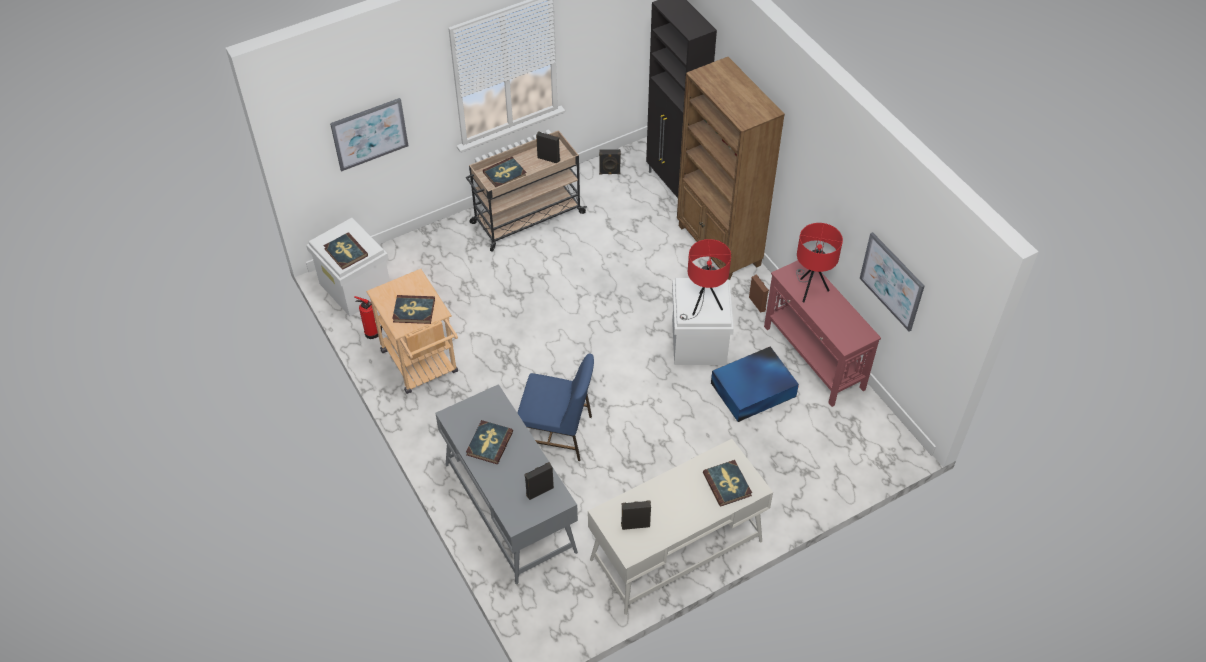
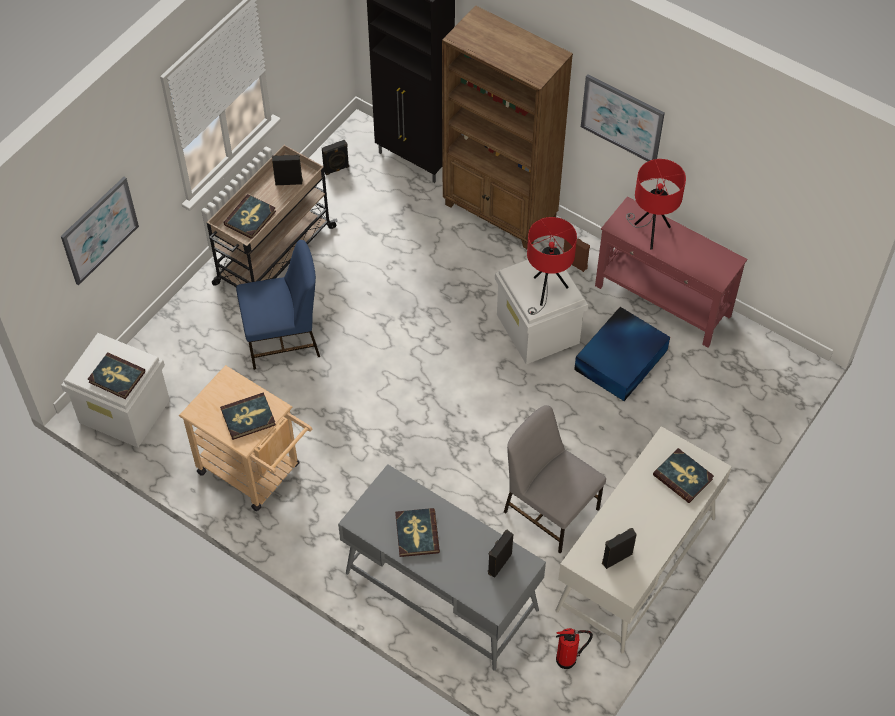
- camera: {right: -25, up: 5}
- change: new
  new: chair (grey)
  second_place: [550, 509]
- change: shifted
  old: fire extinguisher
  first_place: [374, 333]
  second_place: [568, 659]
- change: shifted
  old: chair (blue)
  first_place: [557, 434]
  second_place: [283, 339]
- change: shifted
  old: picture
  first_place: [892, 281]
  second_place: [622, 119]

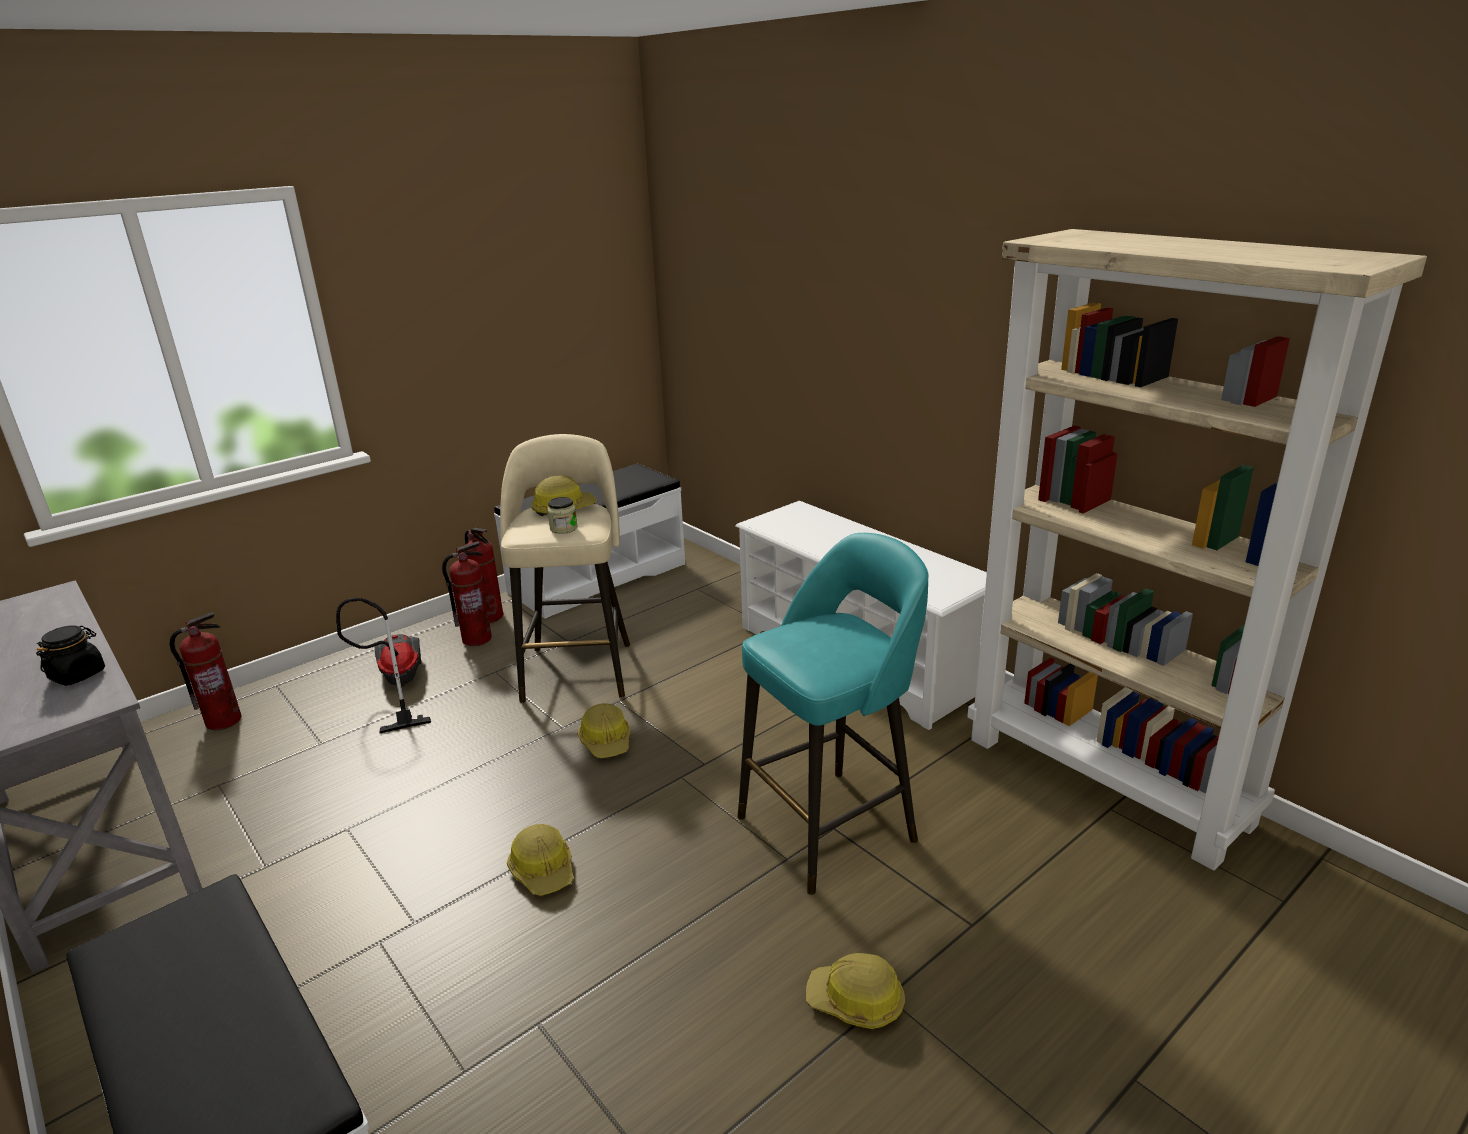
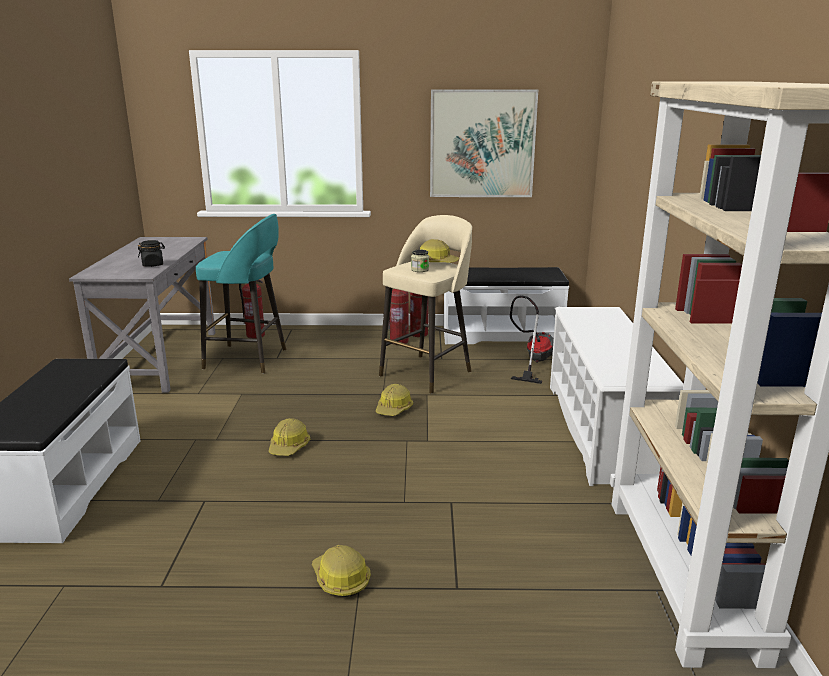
- camera: {right: 40, up: -5}
- change: new
  new: picture
  second_place: [482, 144]
- change: shifted
  old: vacuum cleaner
  first_place: [397, 686]
  second_place: [533, 361]
- change: shifted
  old: stool (turquoise)
  first_place: [831, 827]
  second_place: [248, 359]

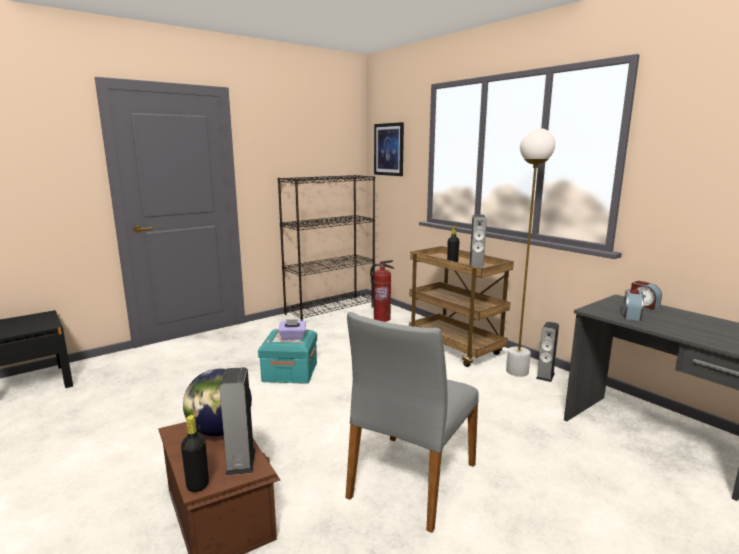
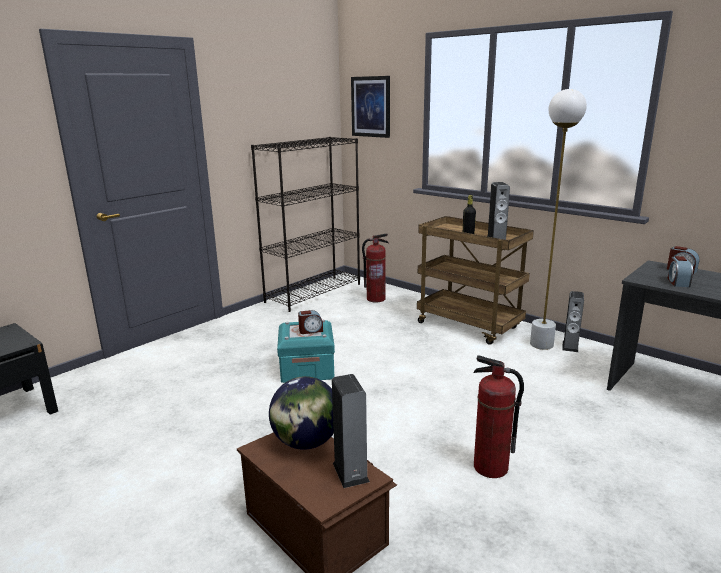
- camera: {right: -10, up: 5}
- change: gone
  old: bottle (black)
  first_place: [197, 485]
- change: swapped
  old: tissue box (purple)
  new: alarm clock
  first_place: [292, 337]
  second_place: [310, 330]
- change: swapped
  old: chair (grey)
  new: fire extinguisher
  first_place: [410, 480]
  second_place: [490, 467]

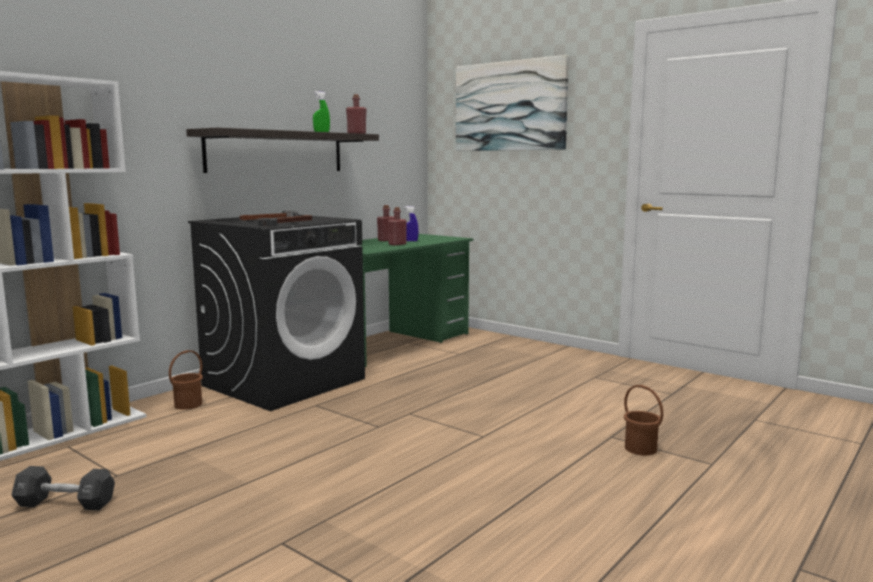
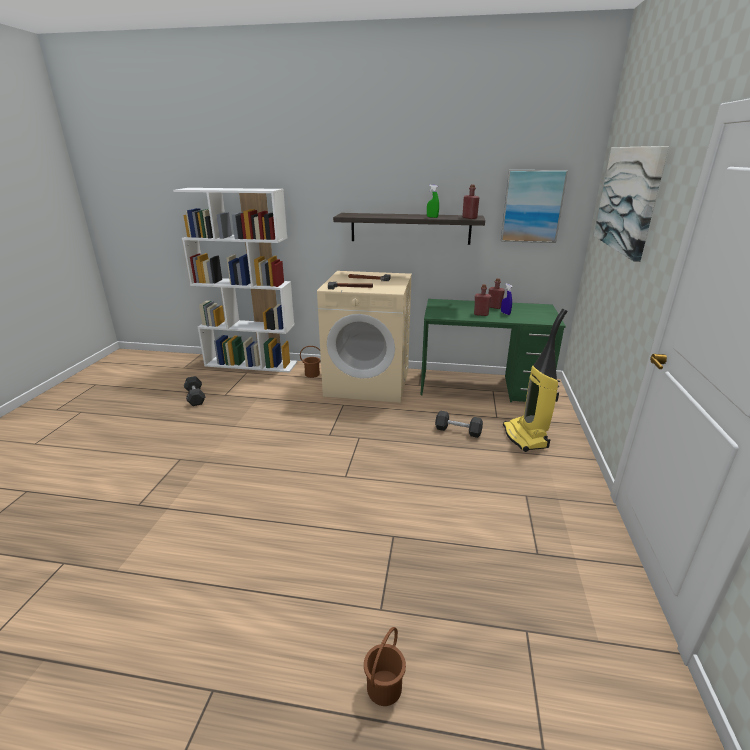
- camera: {right: 60, up: 15}
- change: new
  new: dumbbell (black)
  second_place: [458, 431]
- change: new
  new: picture
  second_place: [532, 206]
- change: new
  new: vacuum cleaner
  second_place: [526, 437]
- change: shifted
  old: bucket (brown)
  first_place: [640, 448]
  second_place: [385, 687]
- change: repainted
  old: washing machine (black)
  new: washing machine (beige)
  first_place: [284, 382]
  second_place: [368, 383]

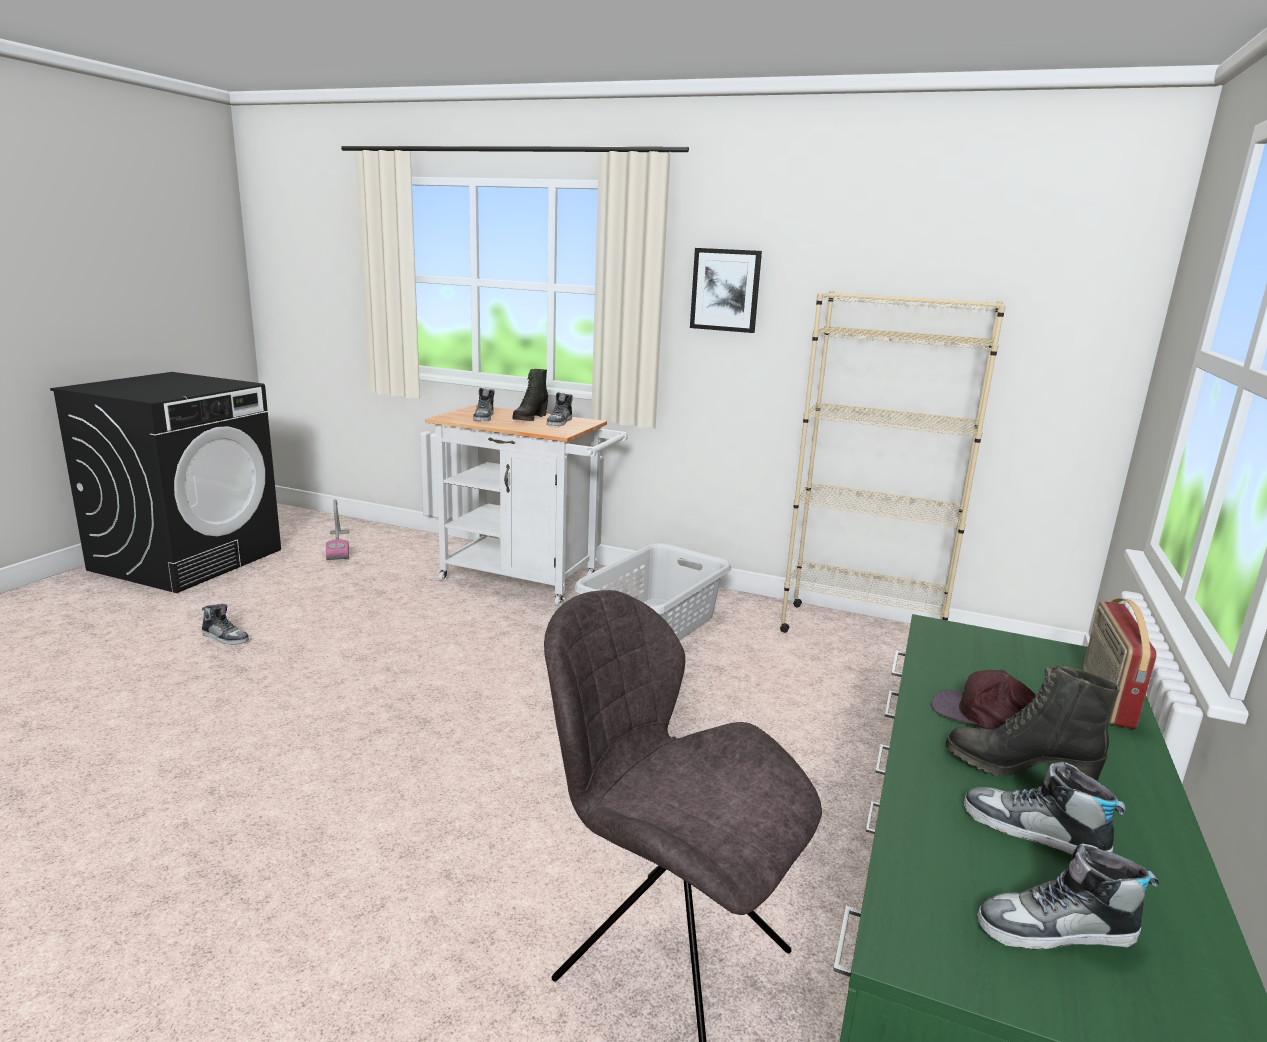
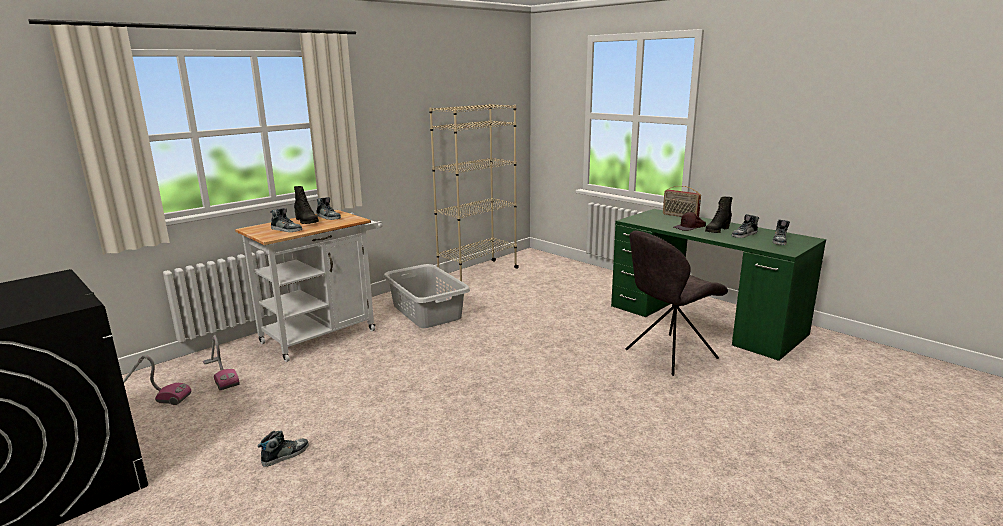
- camera: {right: -65, up: 0}
- change: gone
  old: picture
  first_place: [725, 290]
- change: new
  new: vacuum cleaner
  second_place: [220, 374]

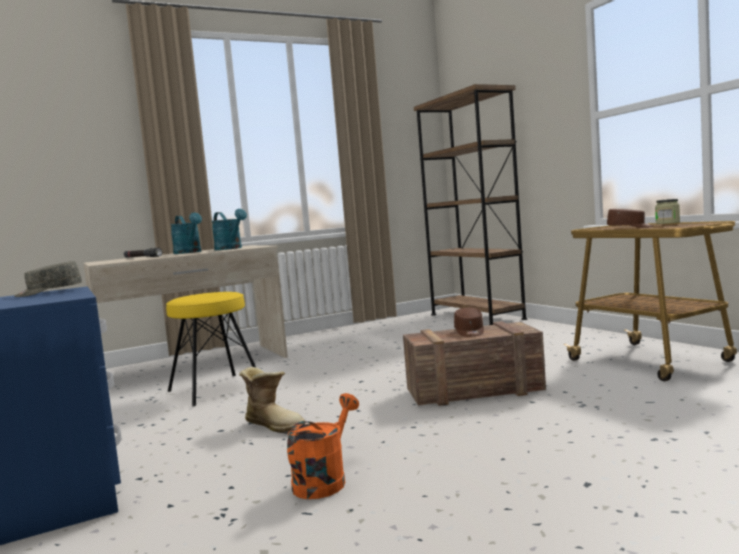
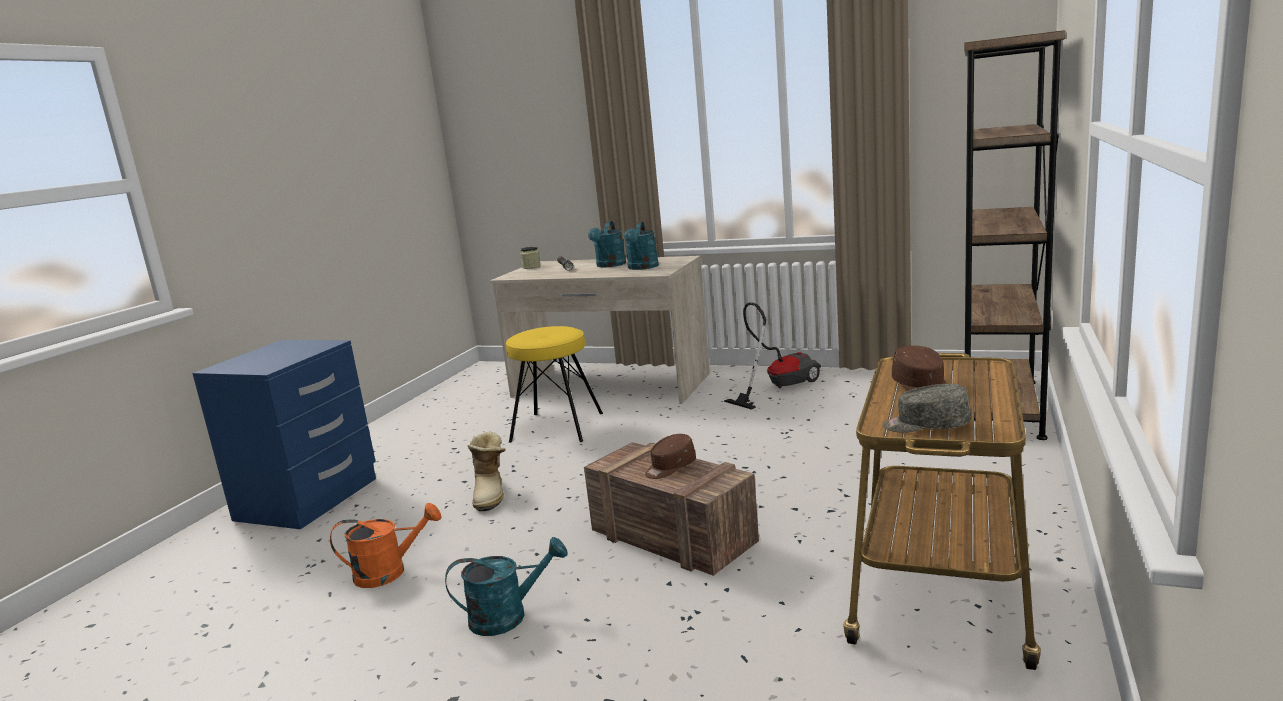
- camera: {right: 50, up: 10}
- change: new
  new: watering can (turquoise)
  second_place: [508, 616]
- change: new
  new: vacuum cleaner
  second_place: [778, 386]
- change: shifted
  old: cap (grey)
  first_place: [49, 292]
  second_place: [926, 426]
- change: shifted
  old: jar
  first_place: [667, 223]
  second_place: [531, 267]

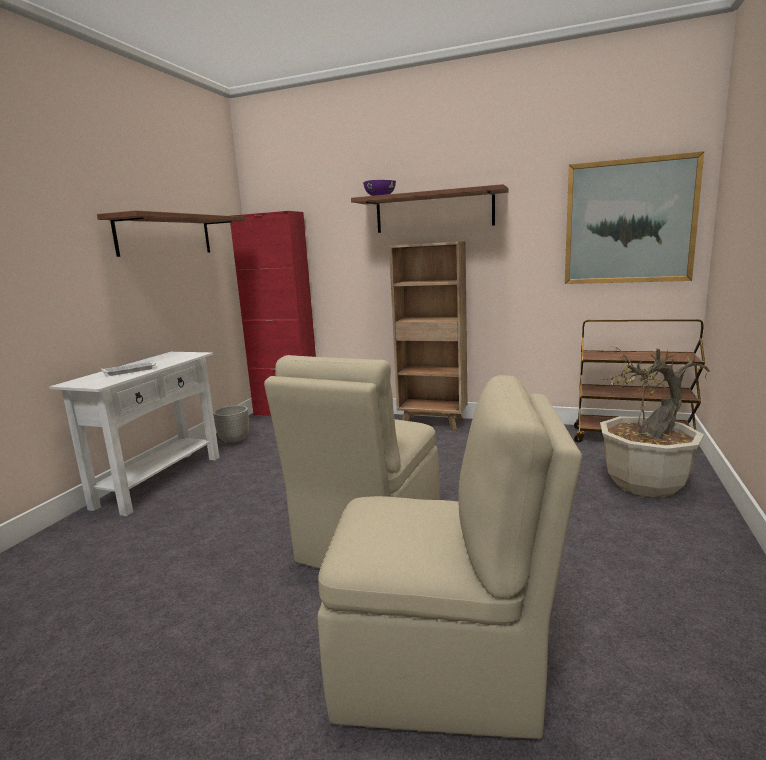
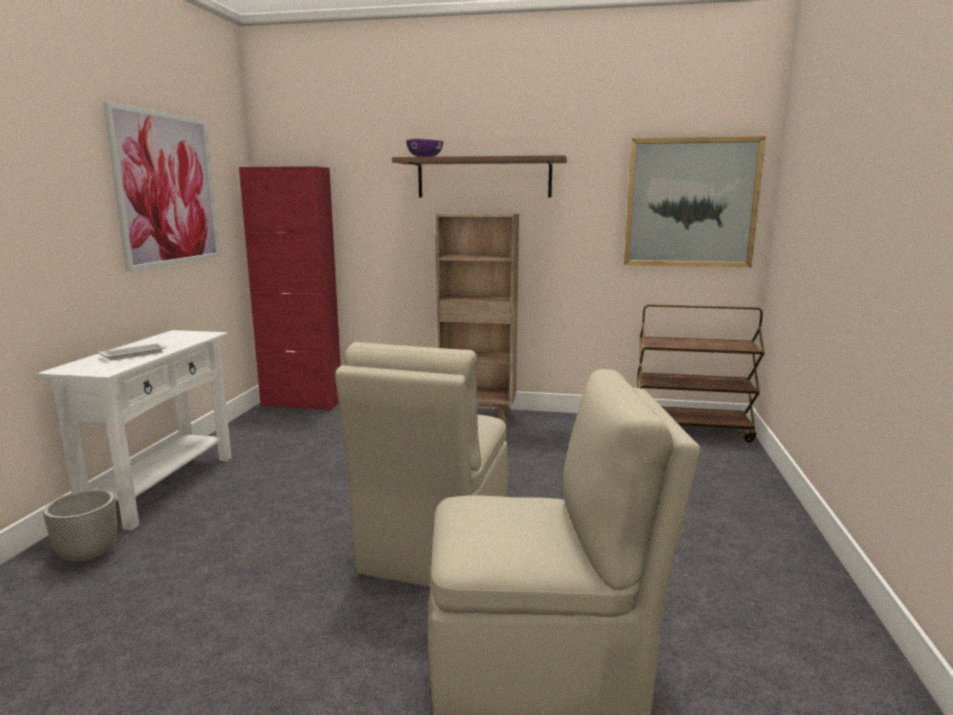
- camera: {right: -10, up: 0}
- change: gone
  old: potted plant
  first_place: [645, 485]
- change: shifted
  old: planter
  first_place: [234, 441]
  second_place: [89, 555]
- change: swapped
  old: shelf
  new: picture
  first_place: [165, 235]
  second_place: [167, 190]

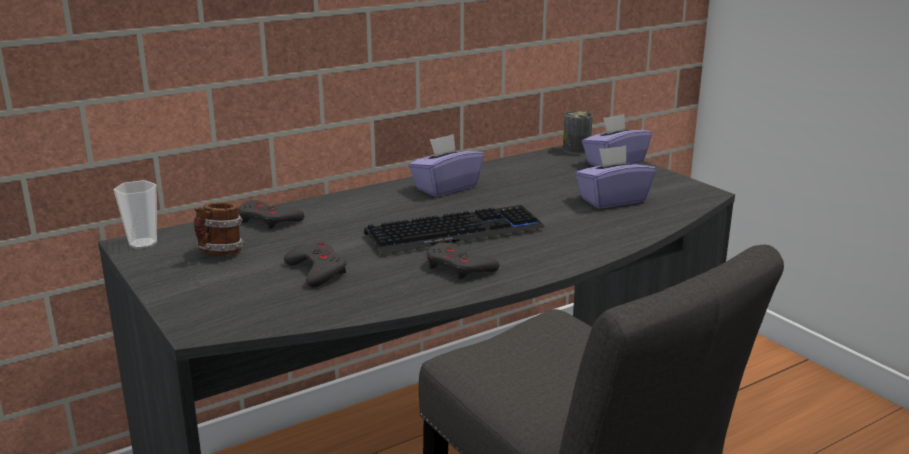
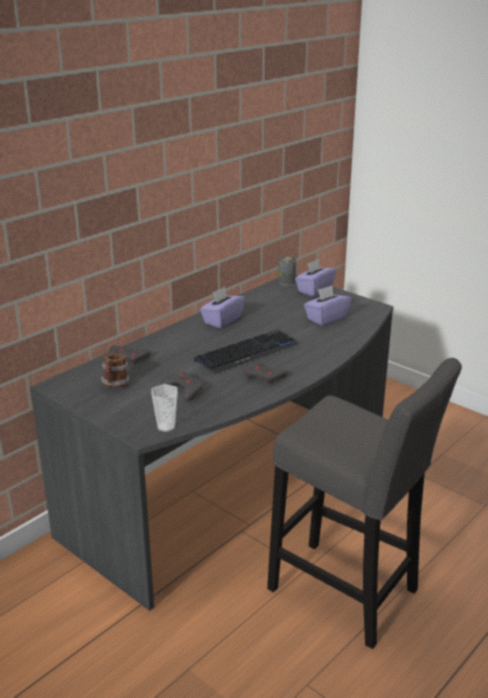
- camera: {right: -15, up: 5}
- change: shifted
  old: cup
  first_place: [143, 244]
  second_place: [166, 427]

